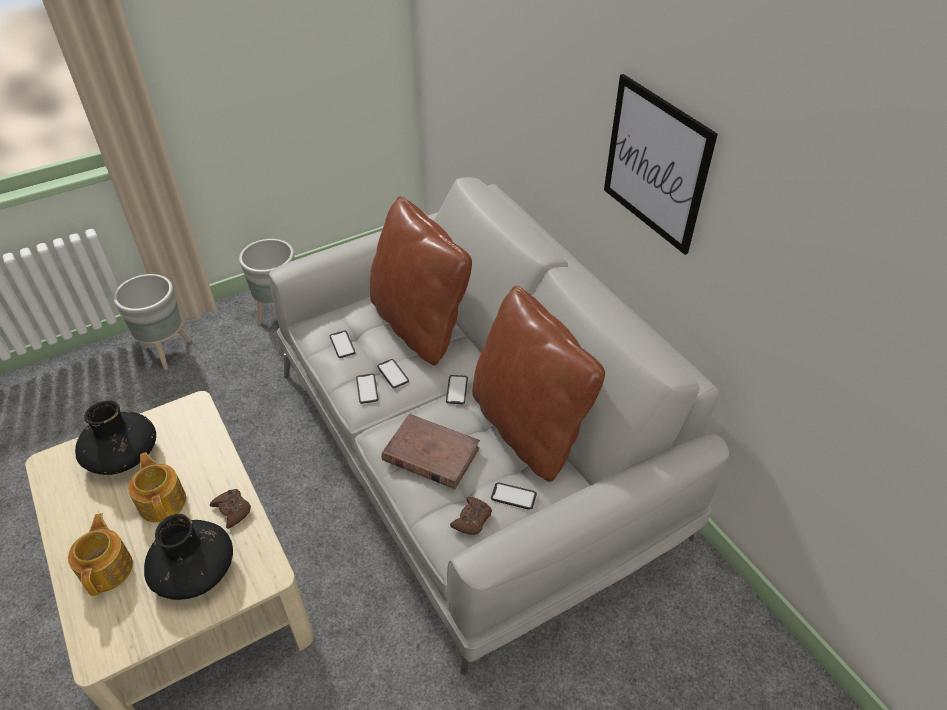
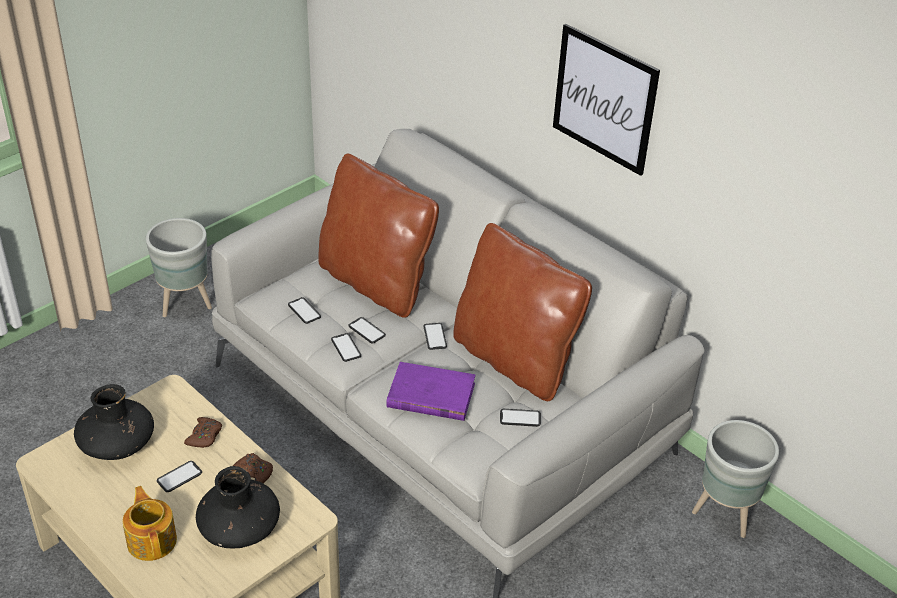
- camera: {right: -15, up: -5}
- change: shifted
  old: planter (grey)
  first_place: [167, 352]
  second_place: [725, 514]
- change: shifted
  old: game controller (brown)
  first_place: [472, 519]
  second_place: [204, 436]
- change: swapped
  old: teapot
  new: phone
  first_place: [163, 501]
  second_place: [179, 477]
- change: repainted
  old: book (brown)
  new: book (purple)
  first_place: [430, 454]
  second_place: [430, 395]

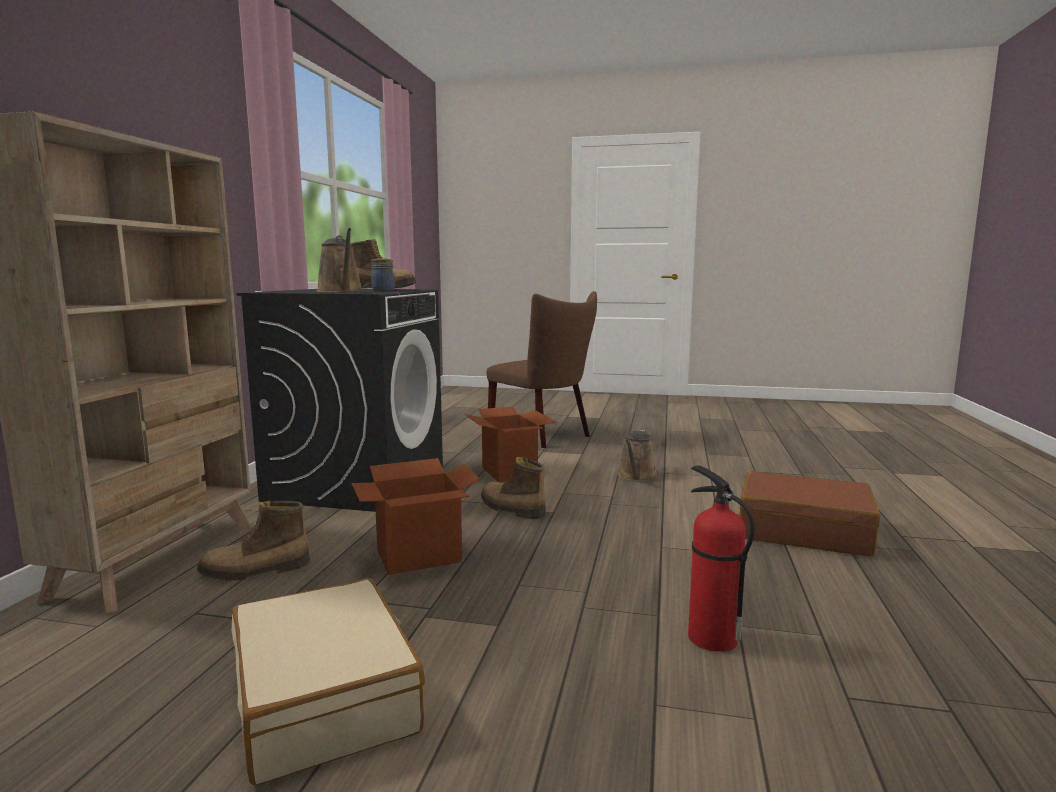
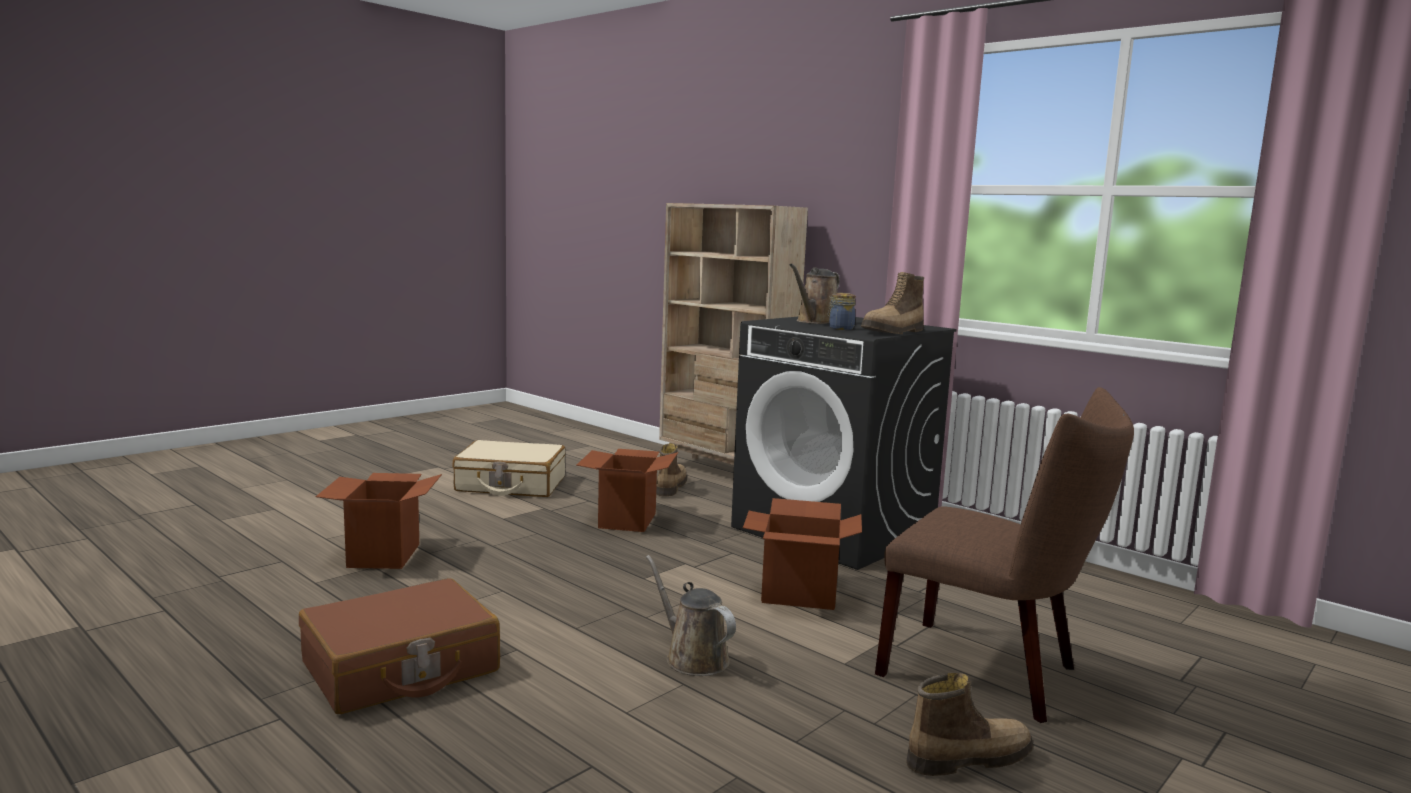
- camera: {right: 120, up: 0}
- change: shifted
  old: boot
  first_place: [511, 509]
  second_place: [967, 758]
- change: swapped
  old: fire extinguisher
  new: cardboard box
  first_place: [710, 637]
  second_place: [384, 555]
- change: rotated
  old: watering can (brown)
  first_place: [341, 291]
  second_place: [816, 322]
  degrees: -60
- change: rotated
  old: chair (brown)
  first_place: [544, 435]
  second_place: [990, 673]
  degrees: -135

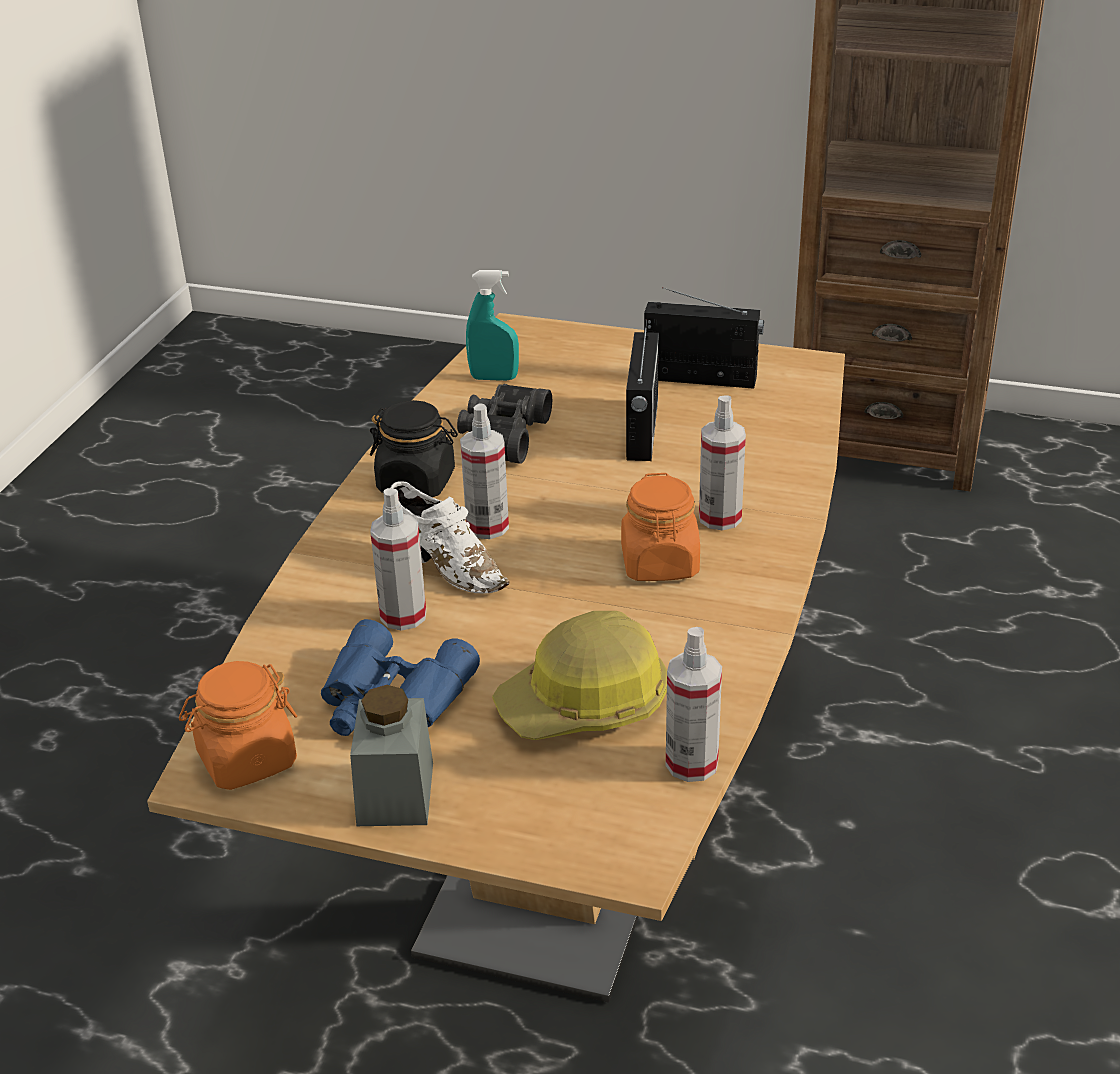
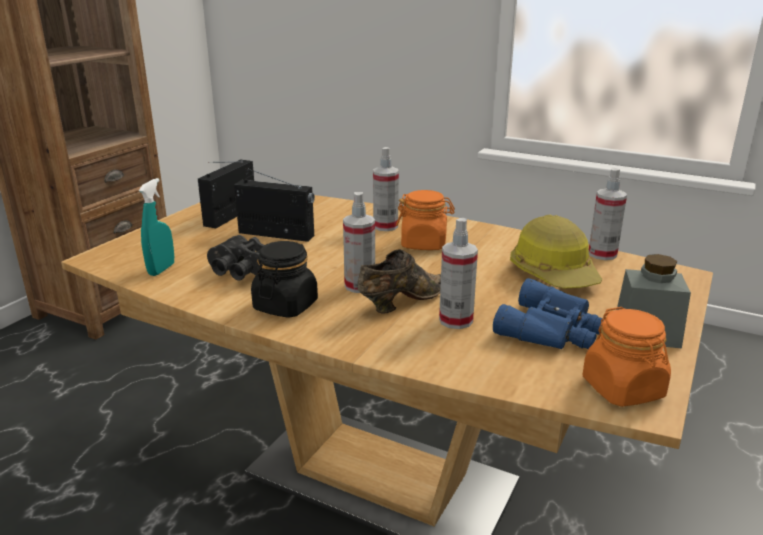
- camera: {right: -80, up: -10}
- change: repainted
  old: shoe (white)
  new: shoe (brown)
  first_place: [446, 566]
  second_place: [400, 302]

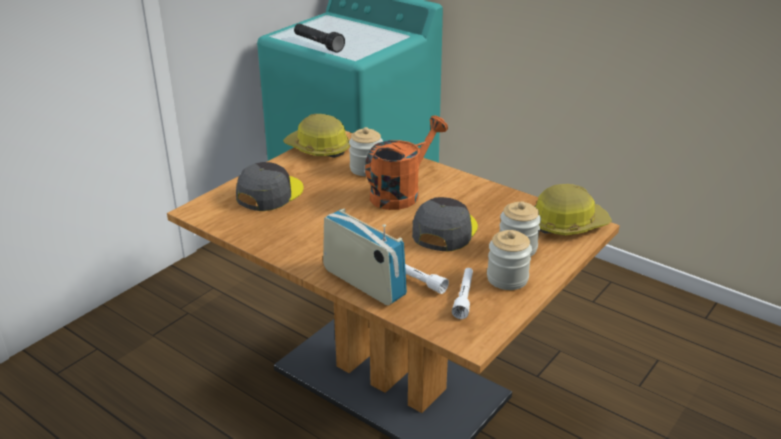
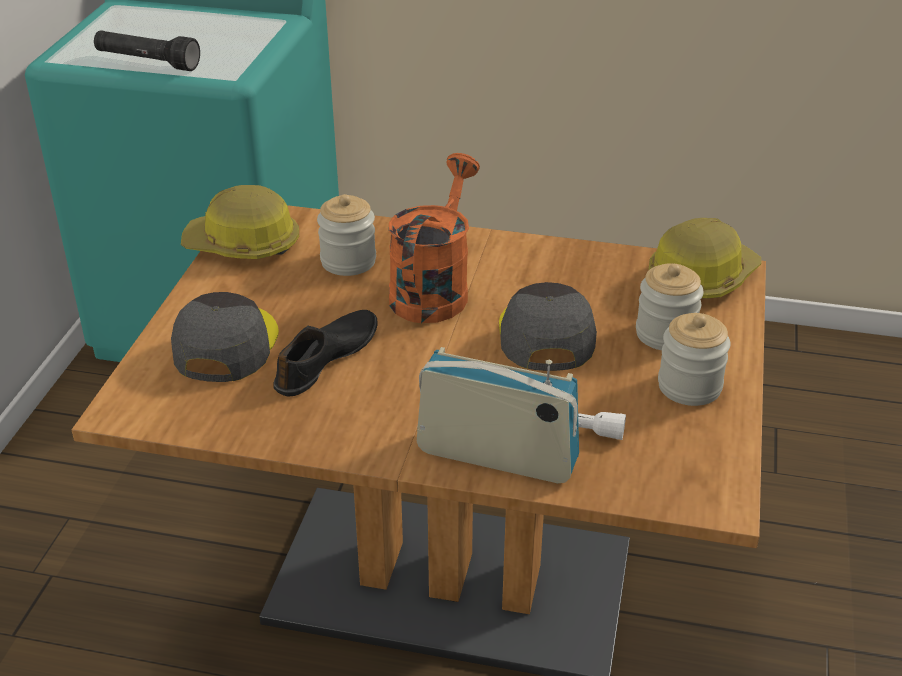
- camera: {right: -25, up: 5}
- change: gone
  old: flashlight (white)
  first_place: [464, 297]
- change: new
  new: shoe (black)
  second_place: [327, 360]

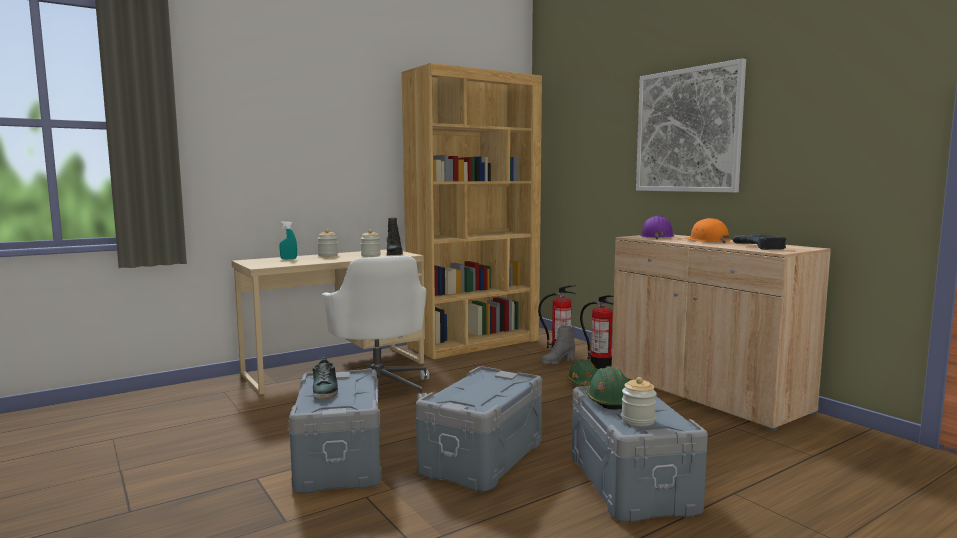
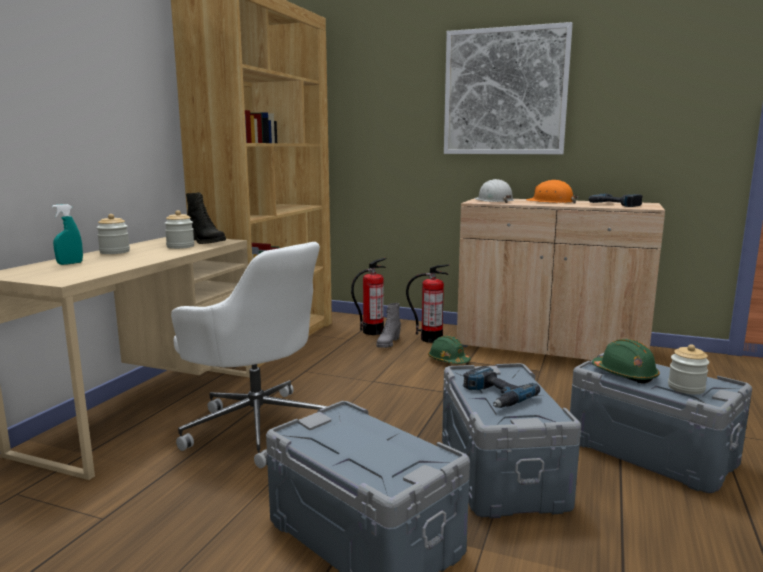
- camera: {right: -35, up: 5}
- change: gone
  old: shoe
  first_place: [325, 390]
- change: new
  new: power drill
  second_place: [494, 395]
- change: repainted
  old: hard hat (purple)
  new: hard hat (white)
  first_place: [656, 237]
  second_place: [493, 201]

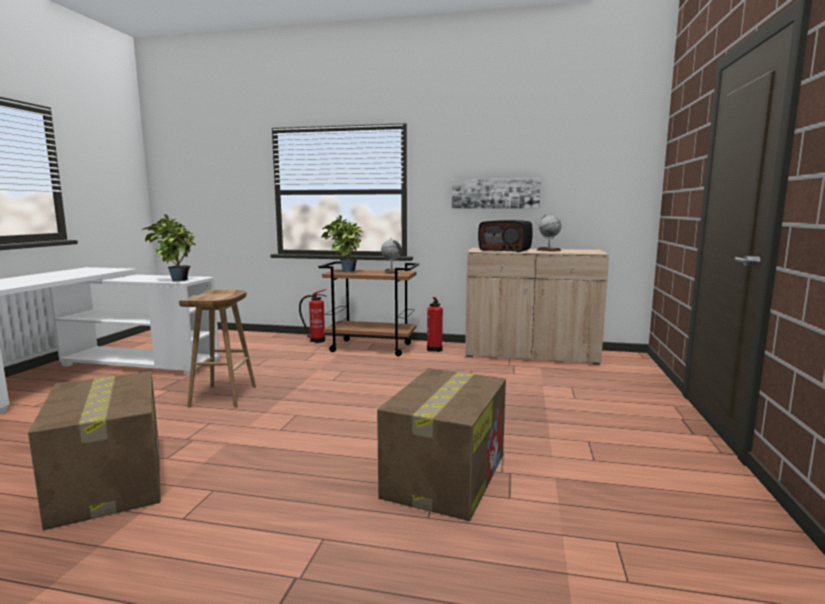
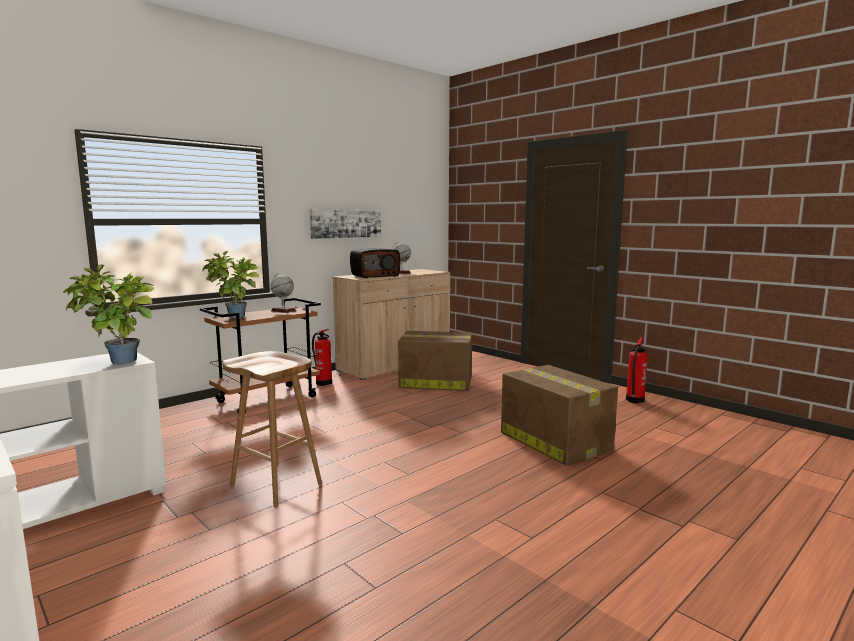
- camera: {right: -55, up: 0}
- change: shifted
  old: cardboard box
  first_place: [109, 480]
  second_place: [435, 382]
- change: shifted
  old: fire extinguisher
  first_place: [316, 340]
  second_place: [634, 401]

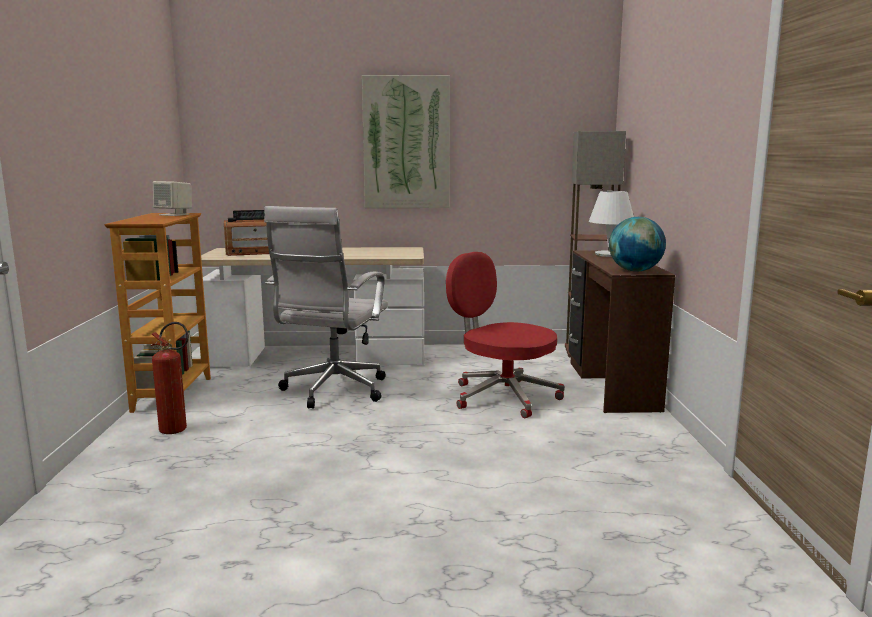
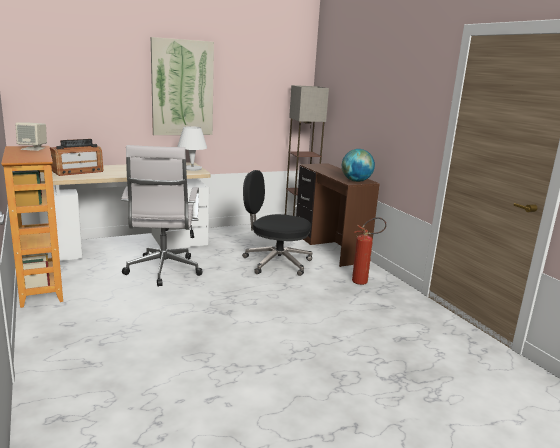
- camera: {right: -25, up: 5}
- change: shifted
  old: fire extinguisher
  first_place: [178, 431]
  second_place: [363, 282]
- change: shifted
  old: table lamp (white)
  first_place: [609, 254]
  second_place: [192, 168]
- change: repainted
  old: office chair (red)
  new: office chair (black)
  first_place: [502, 397]
  second_place: [275, 262]

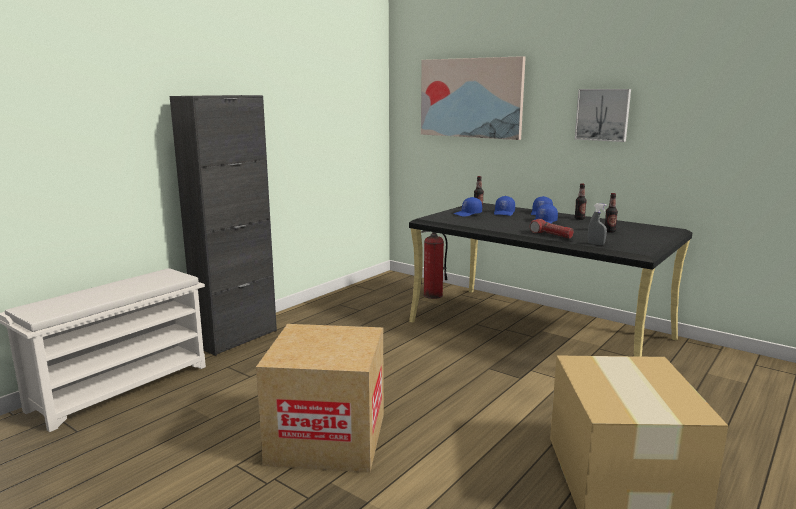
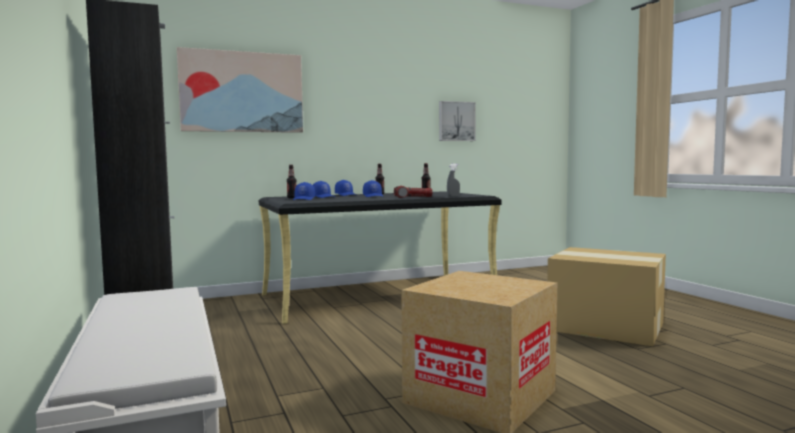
- camera: {right: -60, up: -10}
- change: gone
  old: fire extinguisher
  first_place: [432, 295]
- change: shifted
  old: picture
  first_place: [603, 114]
  second_place: [456, 121]

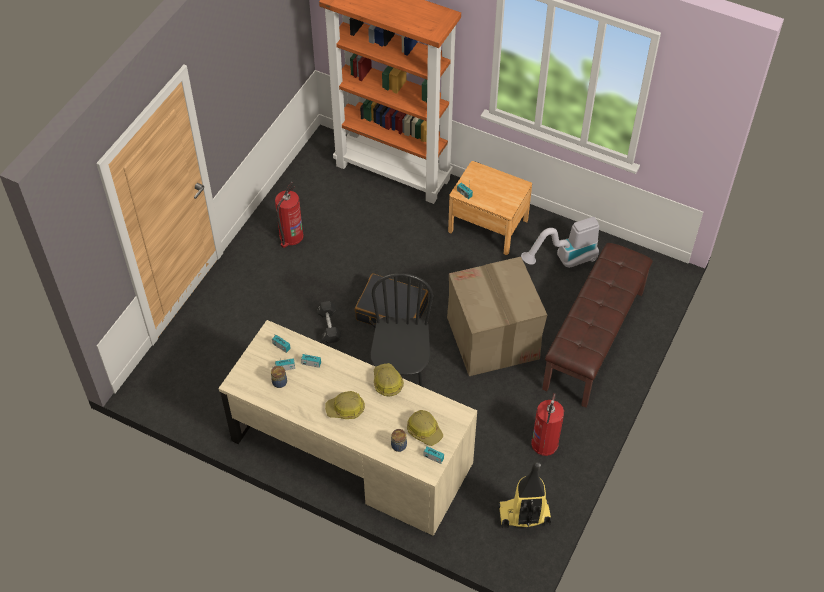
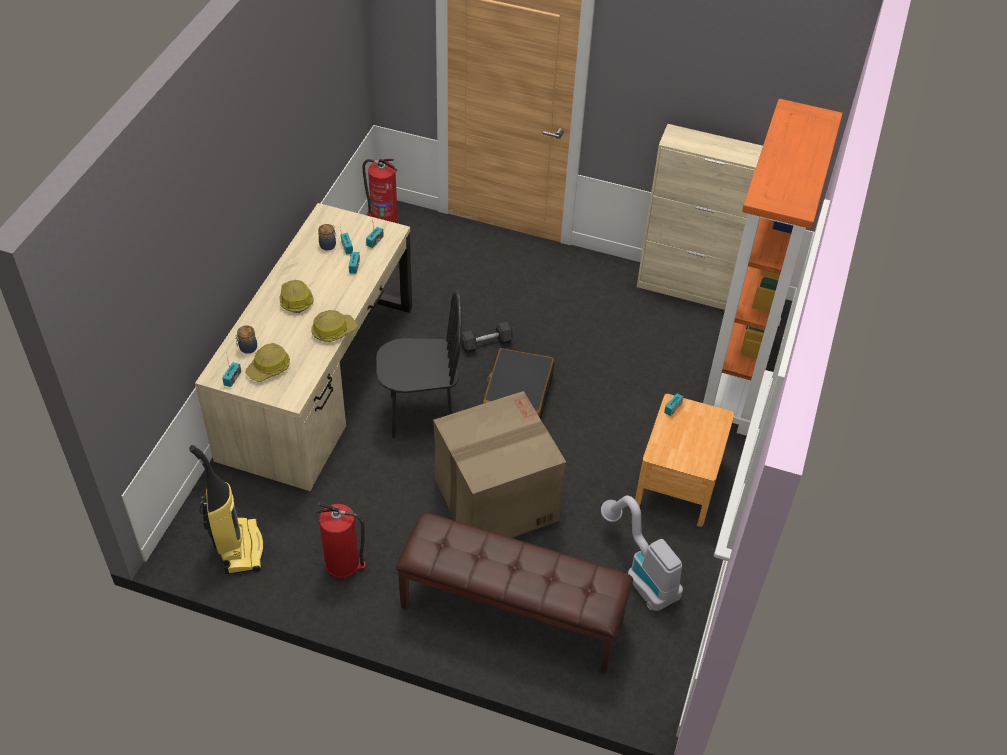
- camera: {right: 80, up: -5}
- change: new
  new: cabinet (beige)
  second_place: [691, 289]
- change: shifted
  old: fire extinguisher
  first_place: [290, 236]
  second_place: [383, 218]

